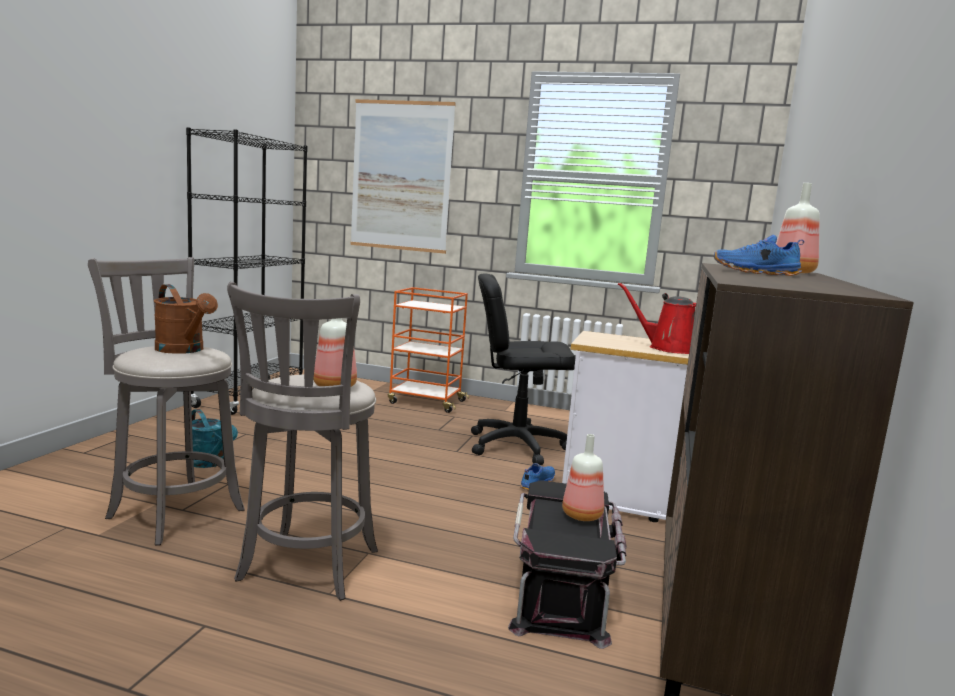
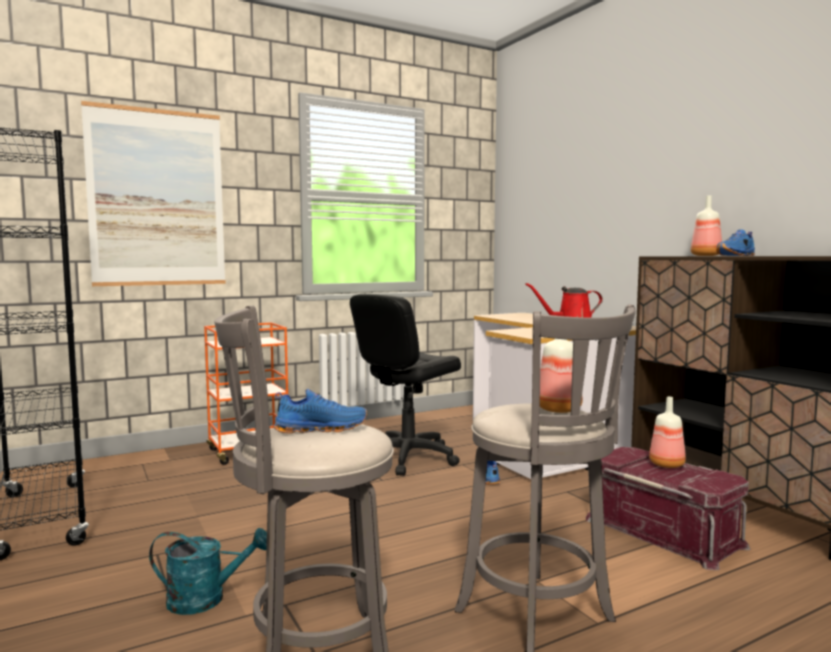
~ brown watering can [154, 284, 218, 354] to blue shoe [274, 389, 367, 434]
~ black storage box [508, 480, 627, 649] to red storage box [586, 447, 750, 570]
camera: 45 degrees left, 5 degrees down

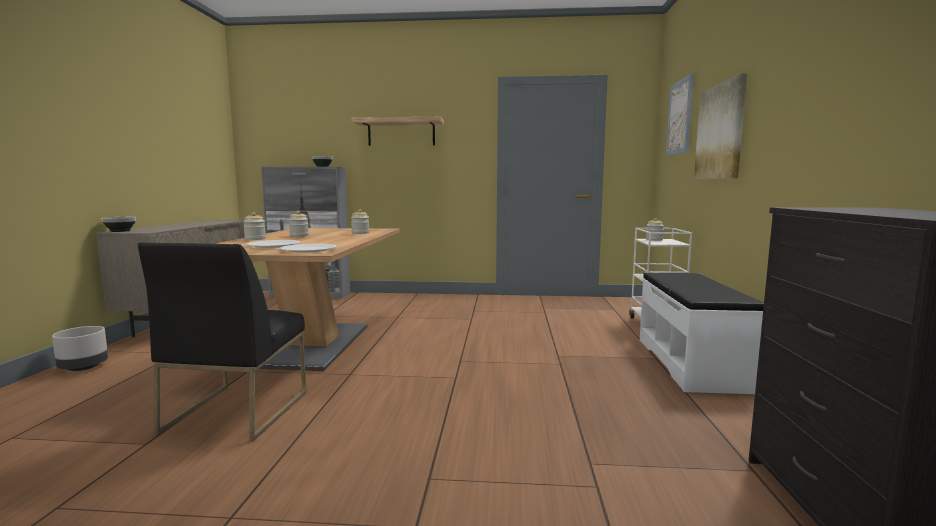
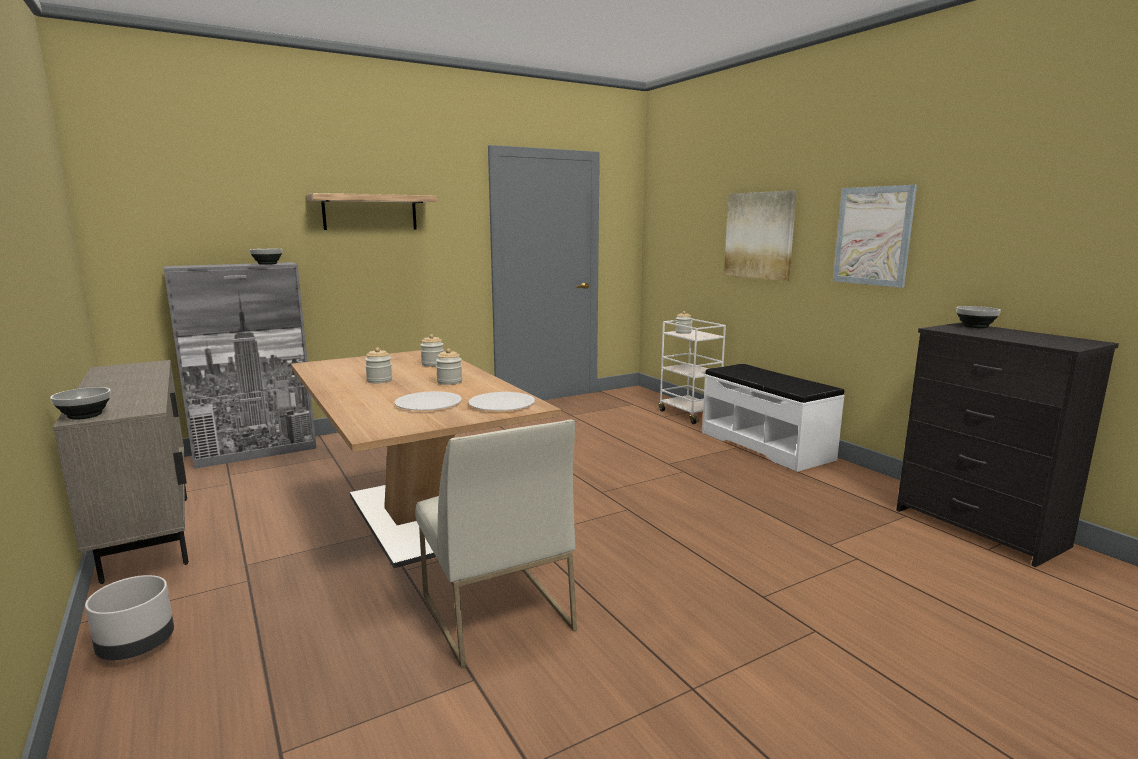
+ bowl [956, 306, 1001, 328]
~ jar [243, 212, 266, 240] to [436, 348, 462, 385]
~ picture [666, 73, 694, 156] to [833, 185, 917, 288]
~ black chair [138, 242, 307, 442] to white chair [415, 419, 577, 668]
camera: 35 degrees left, 5 degrees up

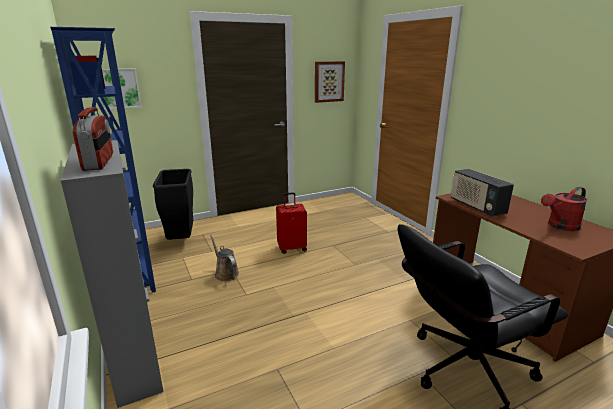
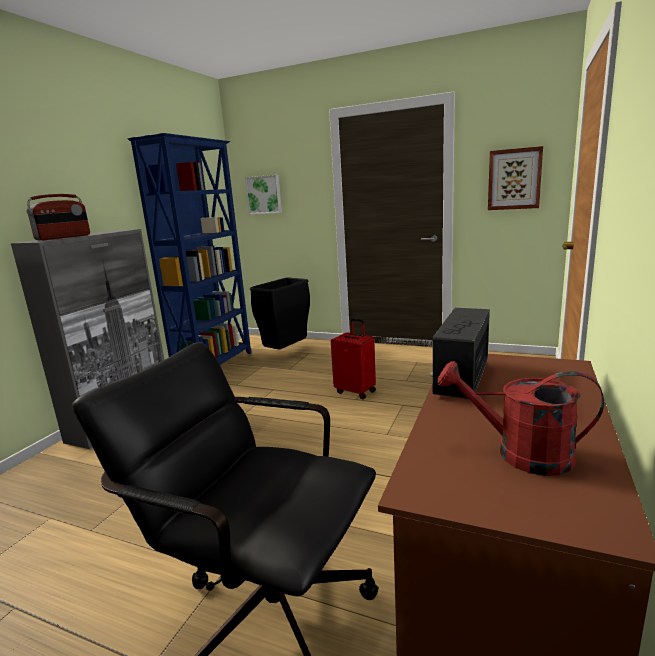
- brown watering can [210, 235, 239, 281]
camera: 50 degrees right, 5 degrees down

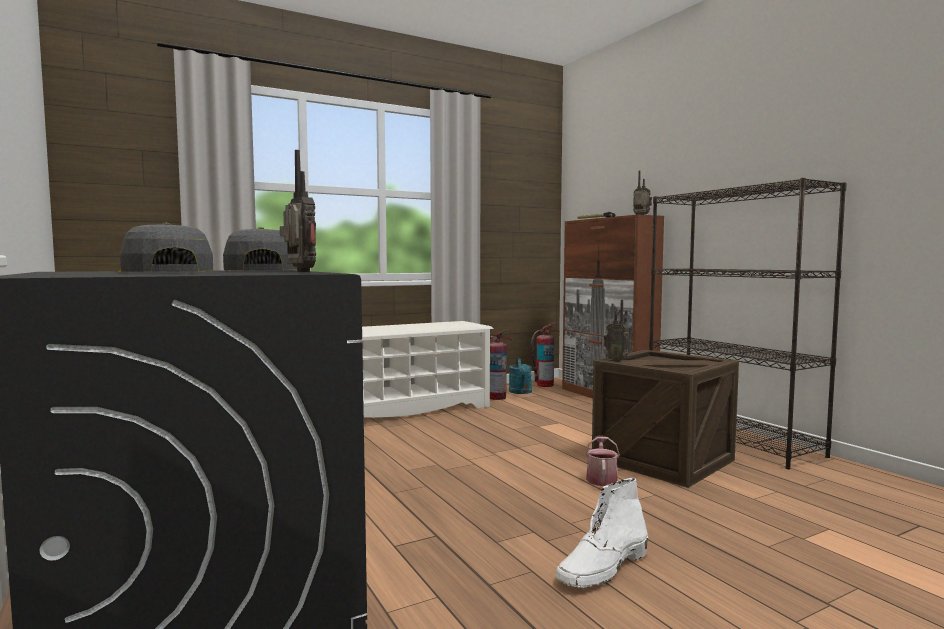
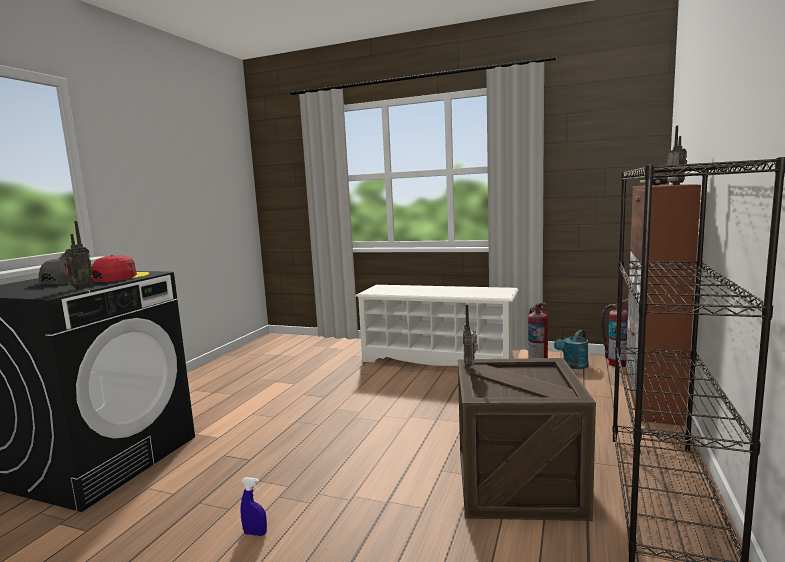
- watering can [585, 435, 620, 486]
~ white boot [555, 478, 648, 588] to blue spray bottle [240, 477, 267, 536]
~ grey cap [223, 227, 297, 271] to red cap [92, 255, 149, 282]
camera: 50 degrees right, 5 degrees up

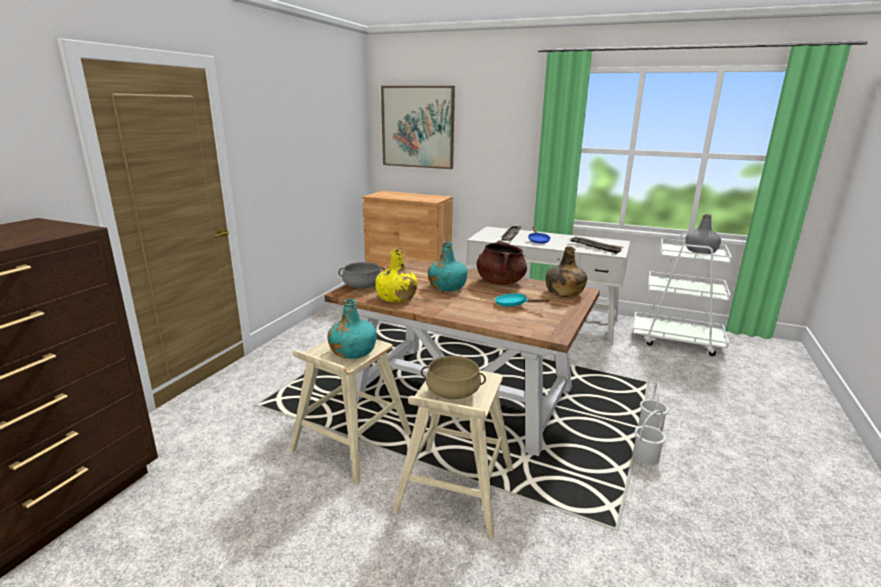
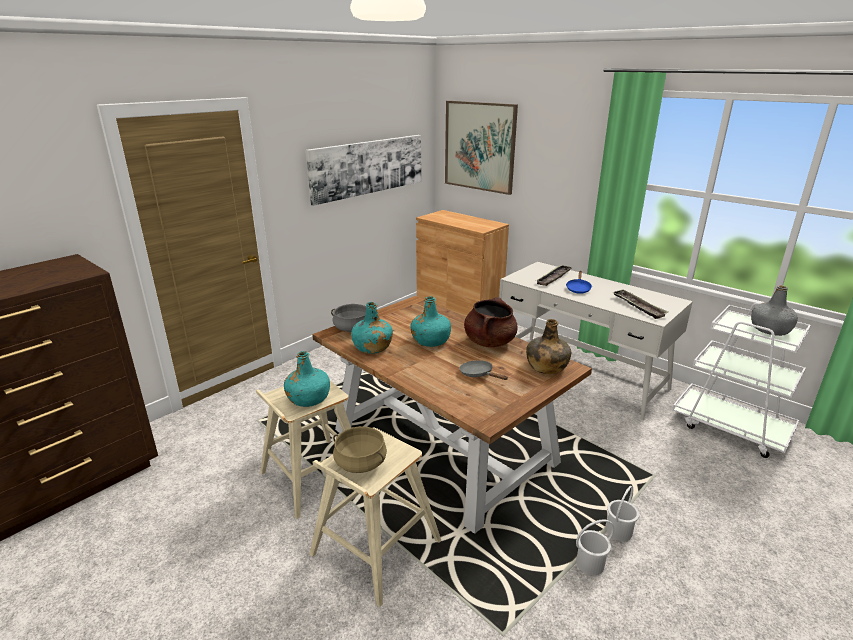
+ picture [306, 135, 421, 206]
~ yellow bottle [375, 249, 418, 302] to turquoise bottle [351, 302, 393, 354]
~ turquoise frying pan [495, 293, 549, 307] to grey frying pan [459, 360, 508, 380]
camera: 20 degrees right, 5 degrees up

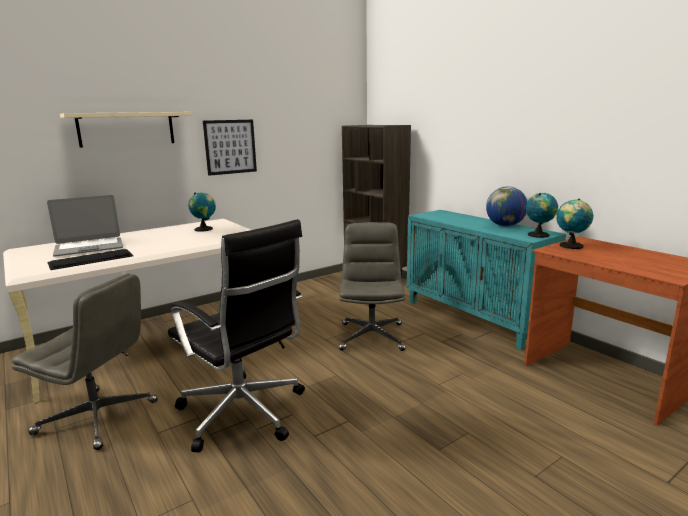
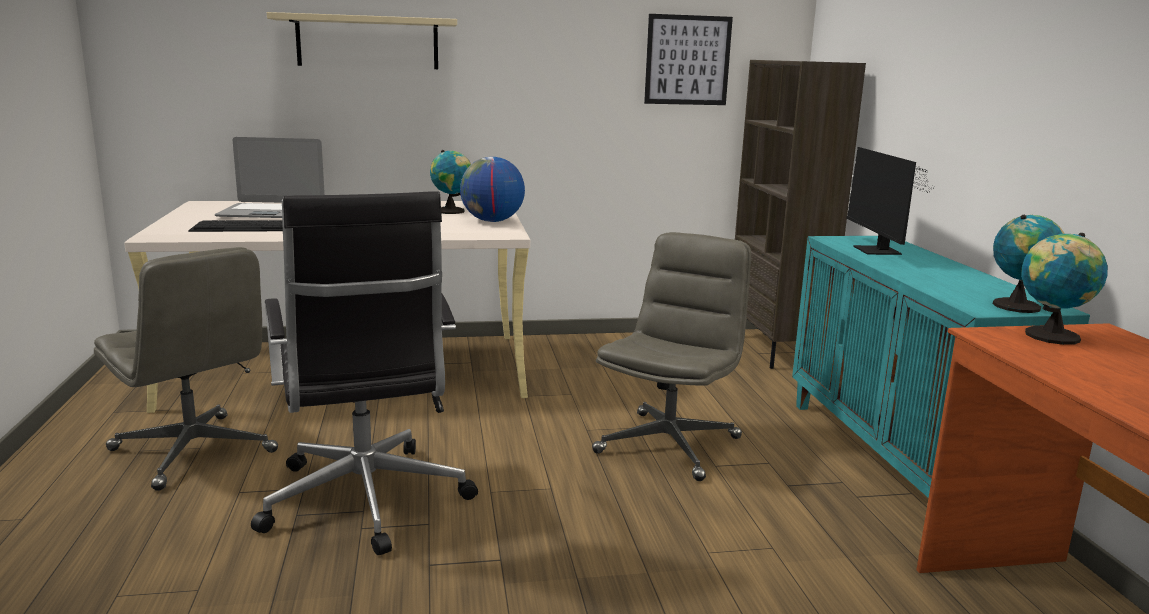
+ monitor [846, 147, 935, 255]
~ picture [203, 120, 257, 176] to [644, 14, 733, 105]
~ globe [486, 186, 527, 226] to [460, 157, 525, 222]
camera: 25 degrees right, 0 degrees up

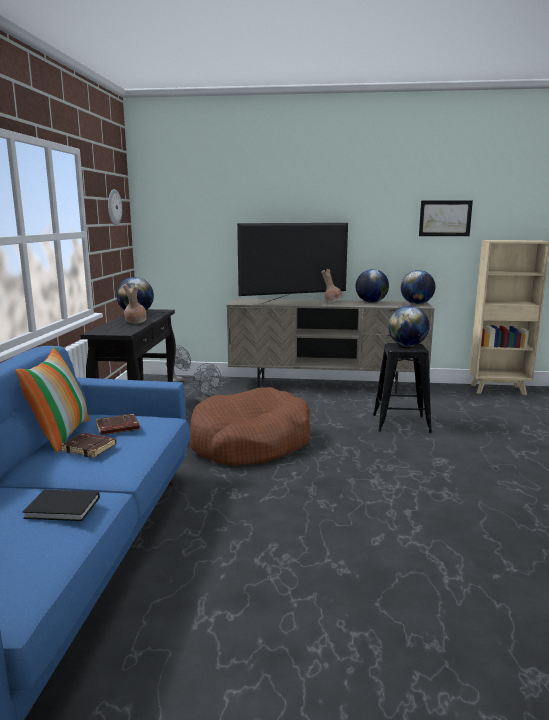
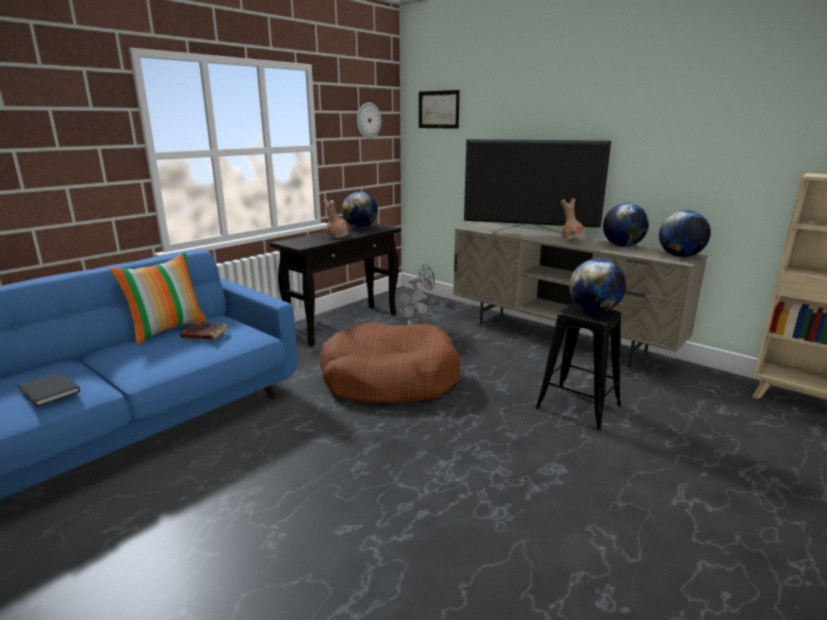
- brown book [60, 433, 116, 458]
~ picture [419, 200, 473, 236] to [419, 90, 460, 129]
camera: 35 degrees right, 5 degrees up

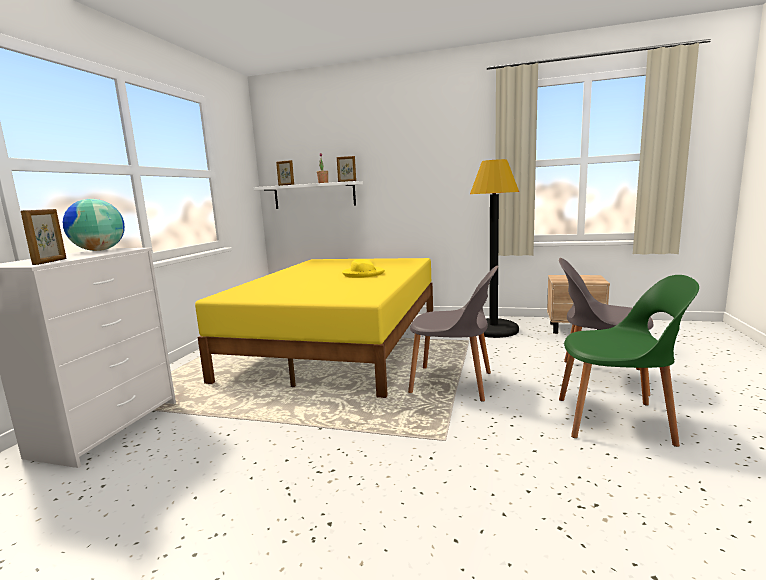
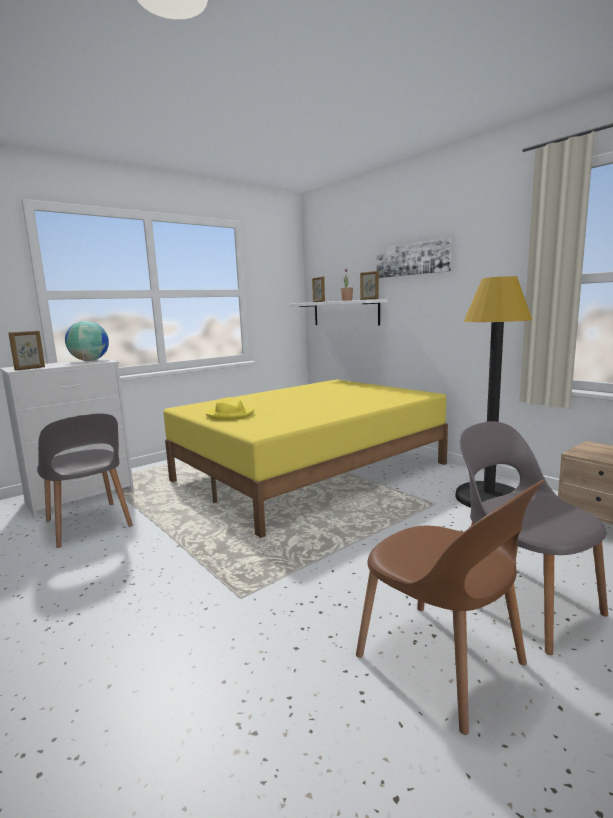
+ picture [376, 238, 452, 278]
~ yellow hat [342, 259, 385, 278] to [205, 397, 254, 420]
~ grey chair [408, 266, 498, 402] to [37, 414, 133, 548]
~ green chair [559, 275, 699, 447] to brown chair [356, 480, 545, 735]
camera: 35 degrees right, 0 degrees up

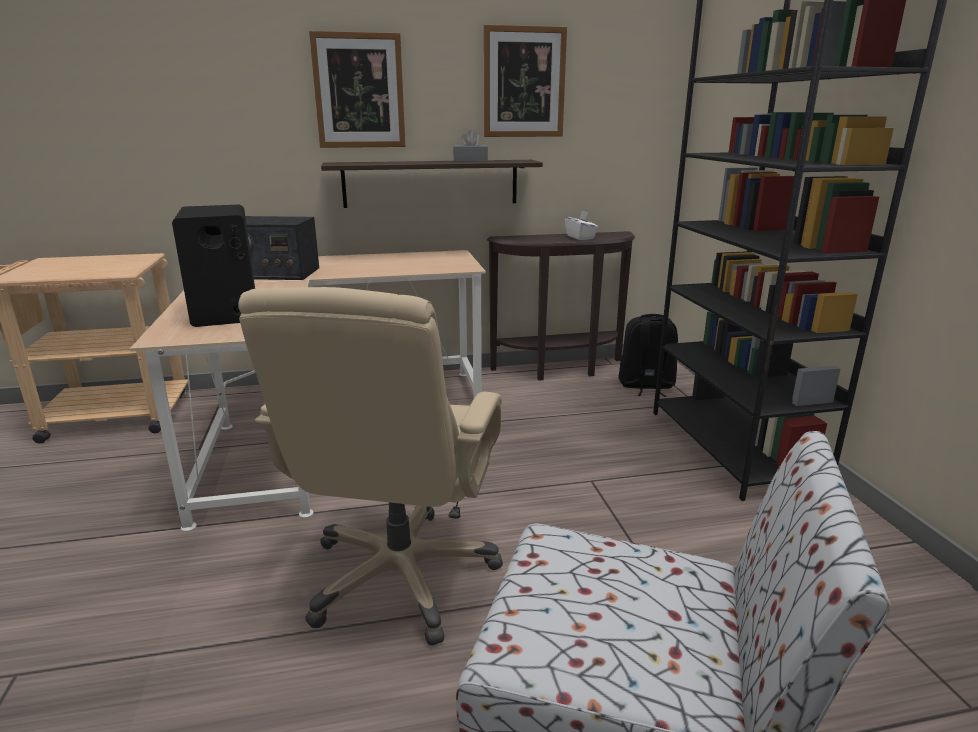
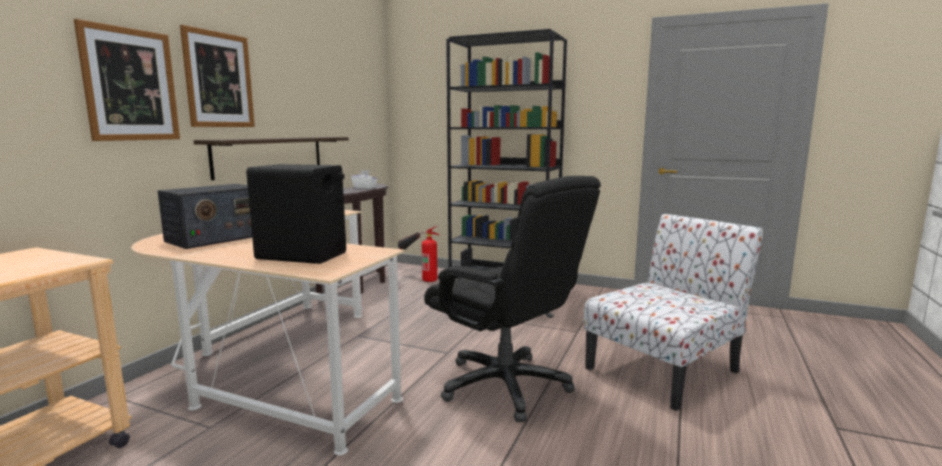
- grey tissue box [453, 130, 488, 162]
~ picture [484, 25, 567, 137] to [74, 19, 180, 141]
~ black backpack [618, 314, 678, 397] to fire extinguisher [398, 226, 439, 282]
~ beige office chair [238, 287, 503, 646] to black office chair [424, 176, 601, 422]
camera: 55 degrees left, 10 degrees down

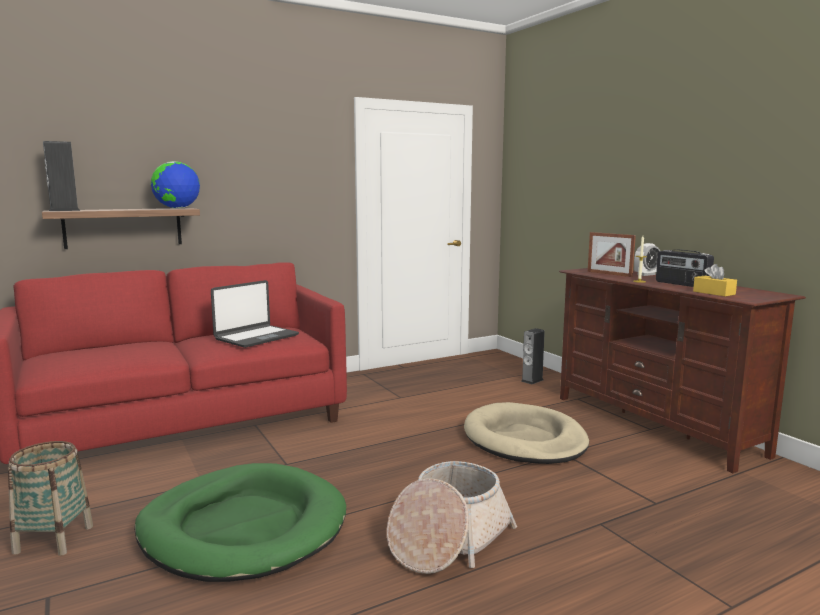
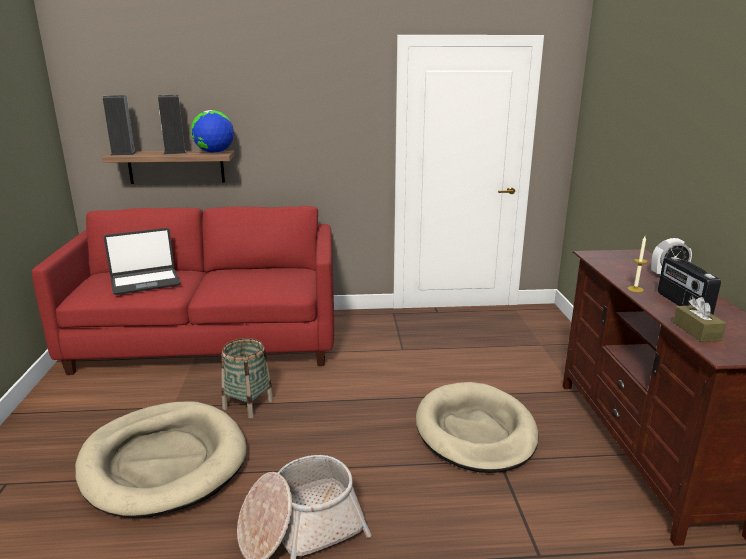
- picture frame [588, 232, 636, 277]
~ basket [8, 441, 93, 556] to [221, 338, 274, 419]
~ laptop [211, 280, 299, 348] to [104, 228, 181, 295]
~ speaker [521, 328, 545, 384] to [158, 95, 187, 155]
~ green dog bed [134, 463, 346, 582] to beige dog bed [75, 401, 246, 518]
~ yellow tissue box [693, 264, 737, 297] to brown tissue box [673, 297, 726, 342]
camera: 25 degrees right, 10 degrees up

